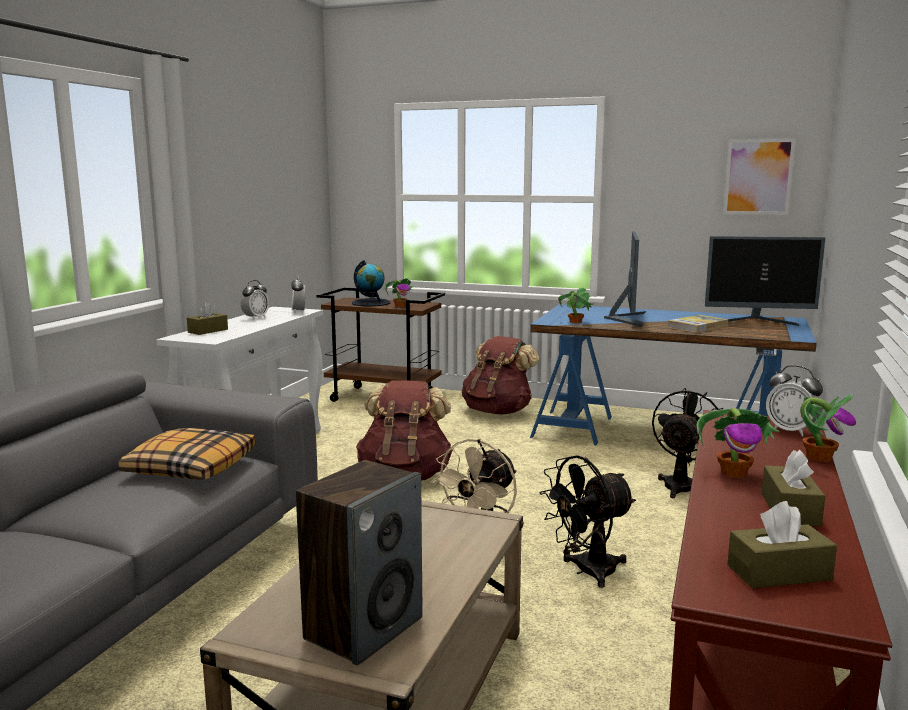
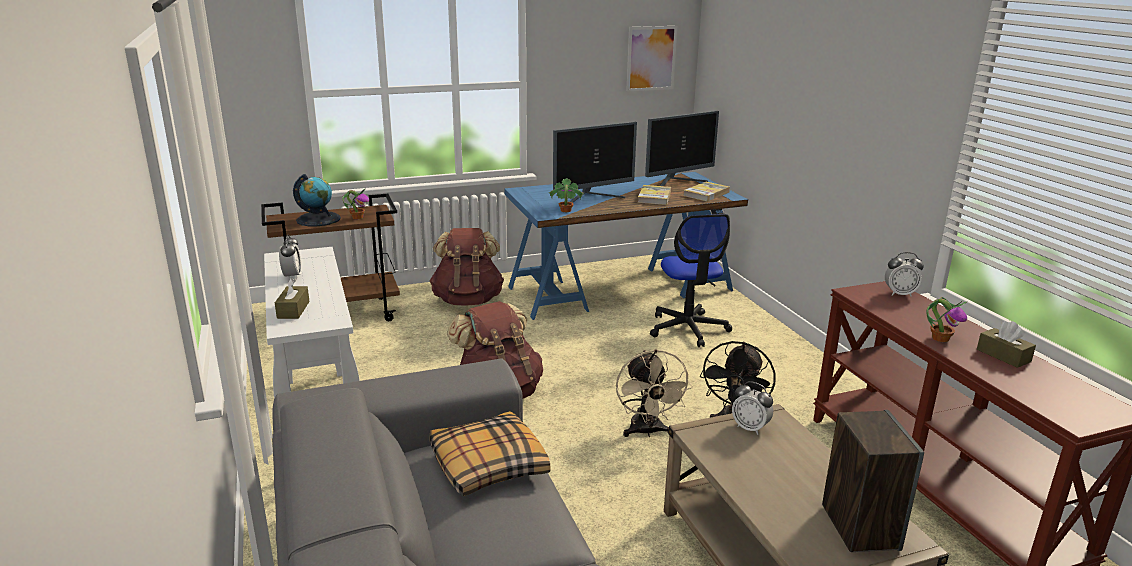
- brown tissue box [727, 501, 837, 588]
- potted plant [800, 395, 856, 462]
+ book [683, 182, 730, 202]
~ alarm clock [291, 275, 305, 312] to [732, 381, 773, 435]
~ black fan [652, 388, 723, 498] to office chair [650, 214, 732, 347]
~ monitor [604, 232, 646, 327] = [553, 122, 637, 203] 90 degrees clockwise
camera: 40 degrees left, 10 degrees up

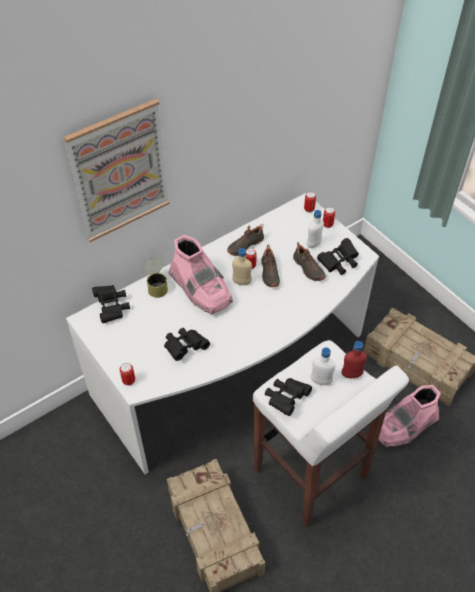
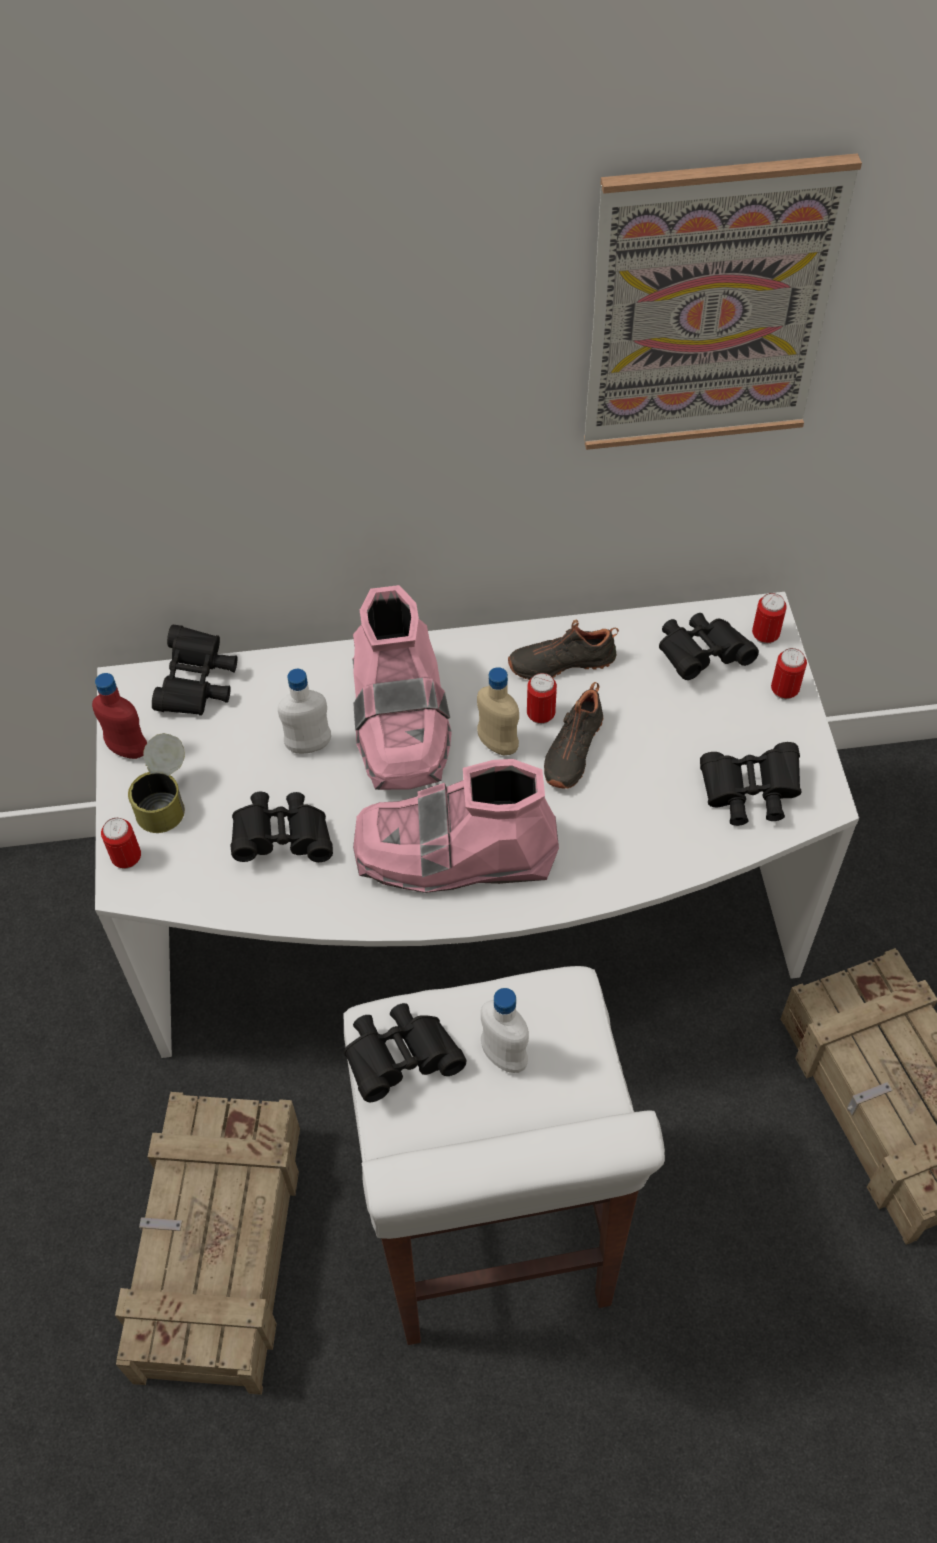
- black shoe [293, 242, 326, 281]
+ black binoculars [659, 613, 759, 680]
~ picture [63, 99, 170, 242] to [584, 153, 862, 450]
~ can [144, 258, 168, 298] to [128, 733, 185, 833]
~ white bottle [307, 210, 324, 248] to [278, 669, 331, 754]
~ red bottle [342, 341, 367, 378] to [92, 673, 147, 759]
~ pink boot [378, 385, 441, 447] to [353, 759, 559, 893]
camera: 30 degrees right, 5 degrees up

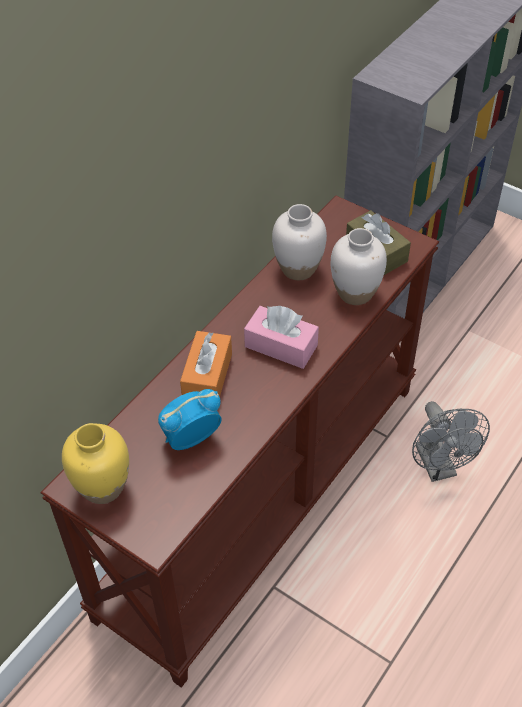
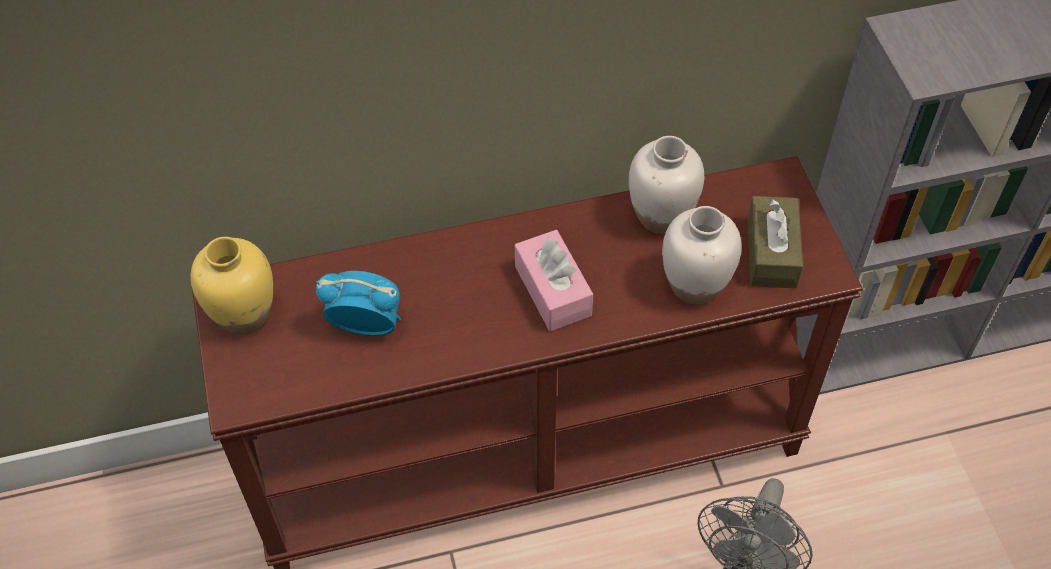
- orange tissue box [180, 331, 232, 397]
camera: 40 degrees right, 5 degrees up

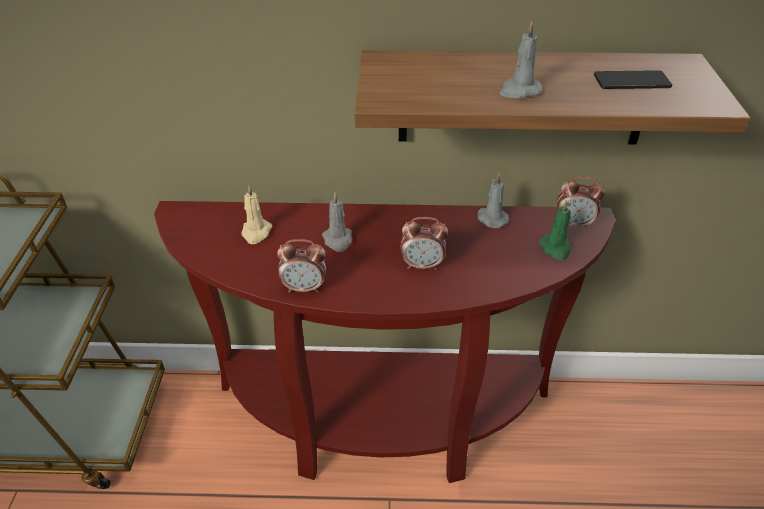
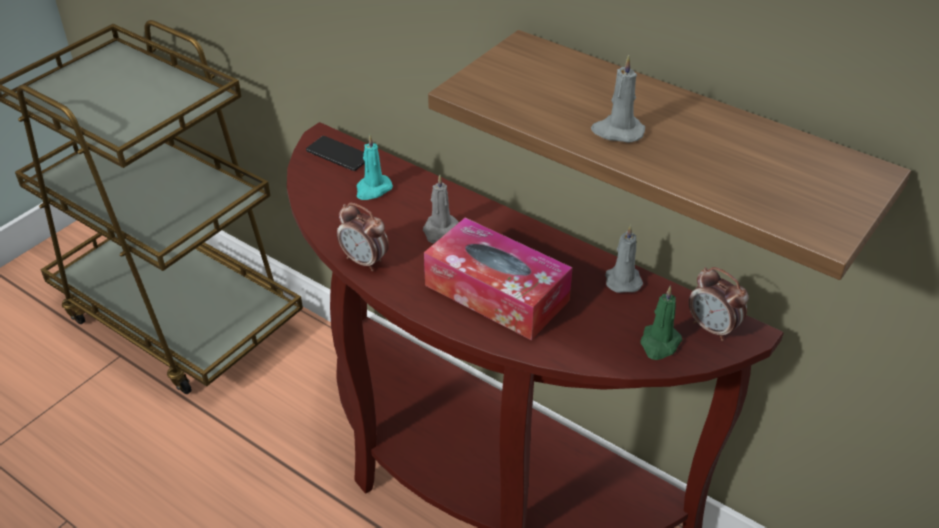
~ phone [594, 70, 672, 89] to [306, 136, 365, 171]
~ alarm clock [401, 217, 448, 270] to tissue box [424, 217, 572, 340]
~ beige candle [242, 185, 272, 244] to turquoise candle [356, 135, 393, 200]
camera: 35 degrees right, 0 degrees up

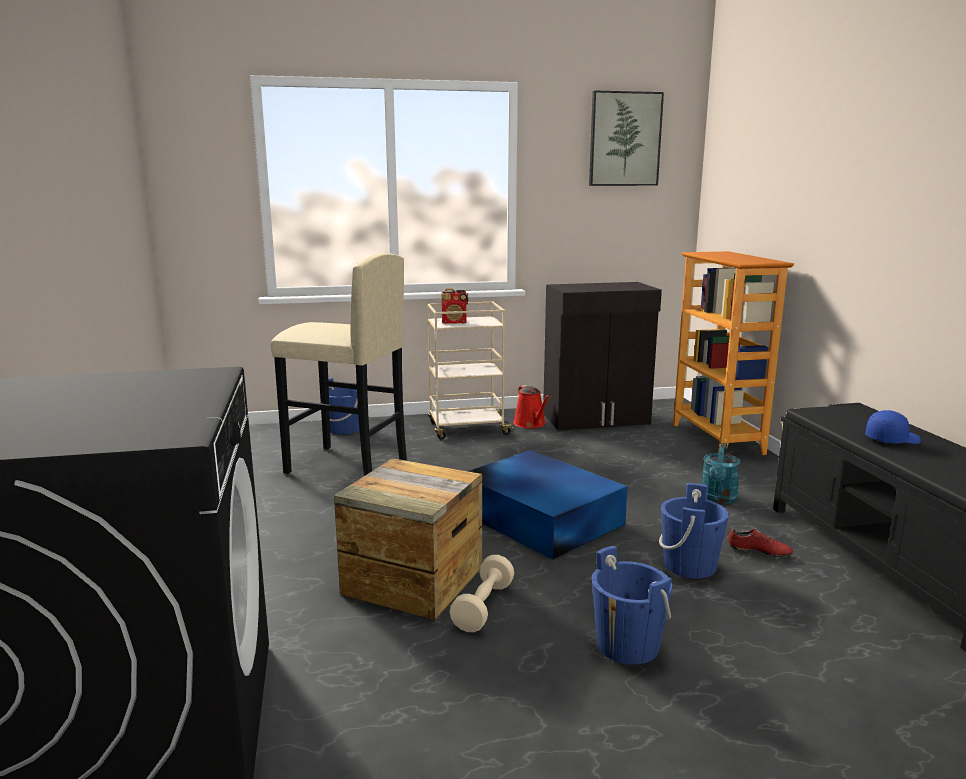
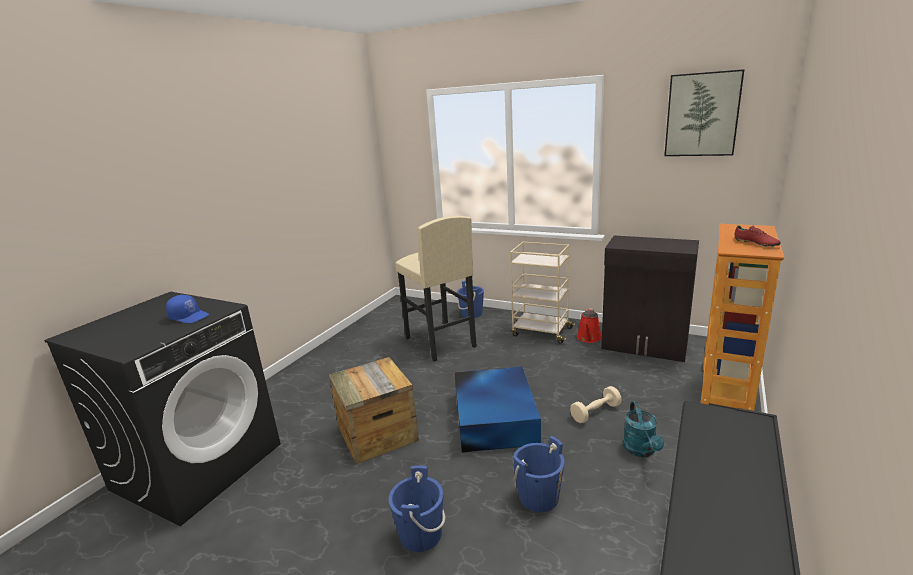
- radio [441, 288, 468, 324]
~ beige dumbbell [449, 555, 514, 632] to [570, 386, 622, 423]
~ red shoe [729, 528, 793, 558] to [735, 225, 781, 247]
~ blue cap [865, 410, 921, 444] to [166, 295, 209, 323]
~ turquoise watering can [702, 443, 741, 504] = [623, 401, 664, 457] 60 degrees counterclockwise
camera: 40 degrees right, 5 degrees up

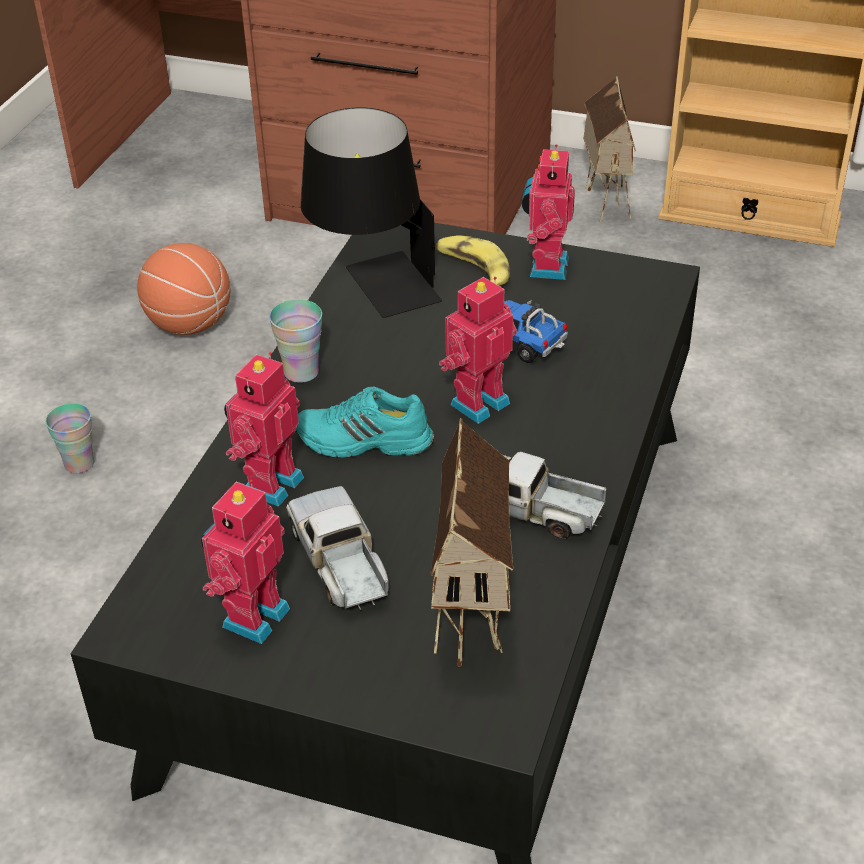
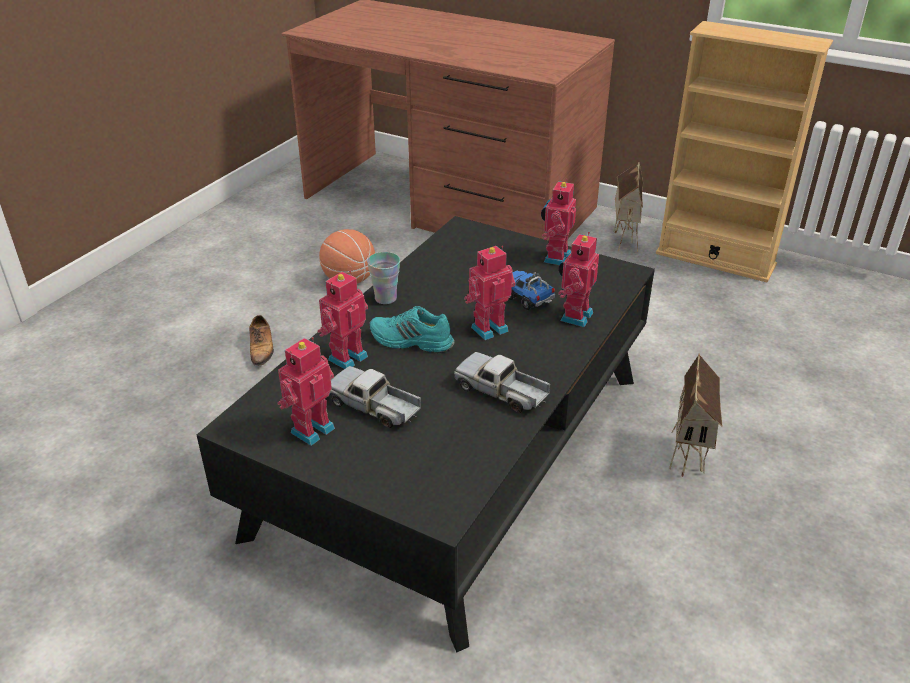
- black table lamp [301, 107, 442, 318]
- banana [435, 235, 510, 286]
+ toy robot [558, 232, 599, 327]
~ toy house [430, 418, 513, 667] to [669, 353, 722, 477]
~ cup [46, 403, 95, 474] to shoe [249, 315, 274, 366]
~ toy truck [286, 486, 389, 611] = [329, 366, 421, 428] 45 degrees counterclockwise
camera: 10 degrees right, 5 degrees down

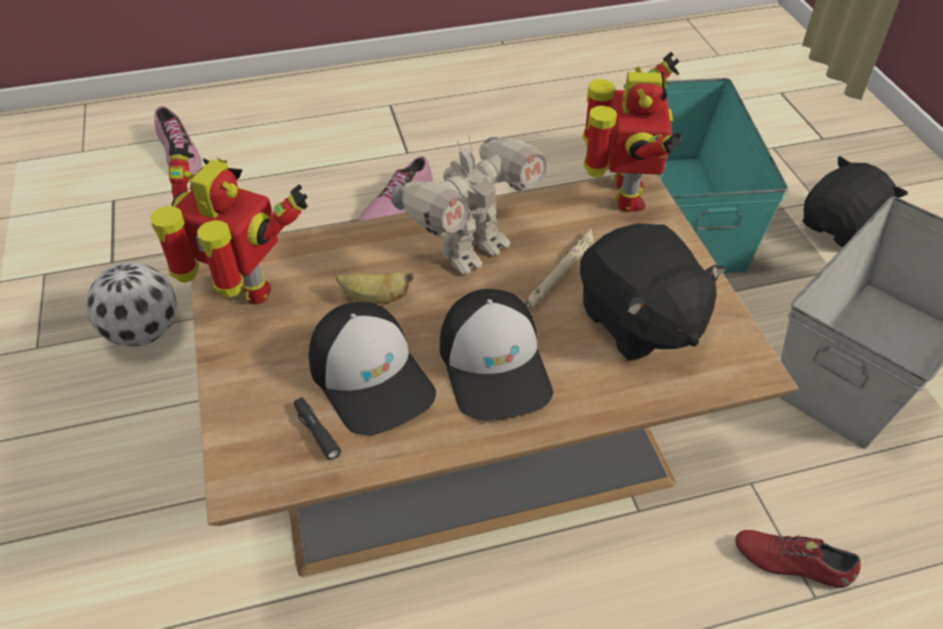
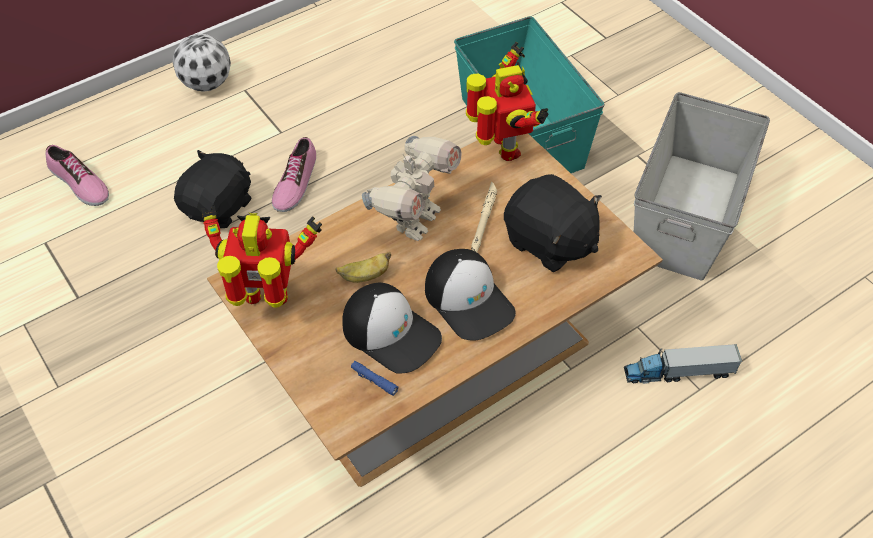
~ football [87, 262, 177, 347] to [173, 34, 231, 92]
~ black plush toy [802, 156, 908, 247] to [174, 150, 251, 228]
~ red shoe [735, 530, 861, 588] to toy truck [624, 344, 742, 384]
~ black flashlight [294, 397, 341, 460] to blue flashlight [351, 361, 399, 396]
camera: 20 degrees left, 5 degrees up

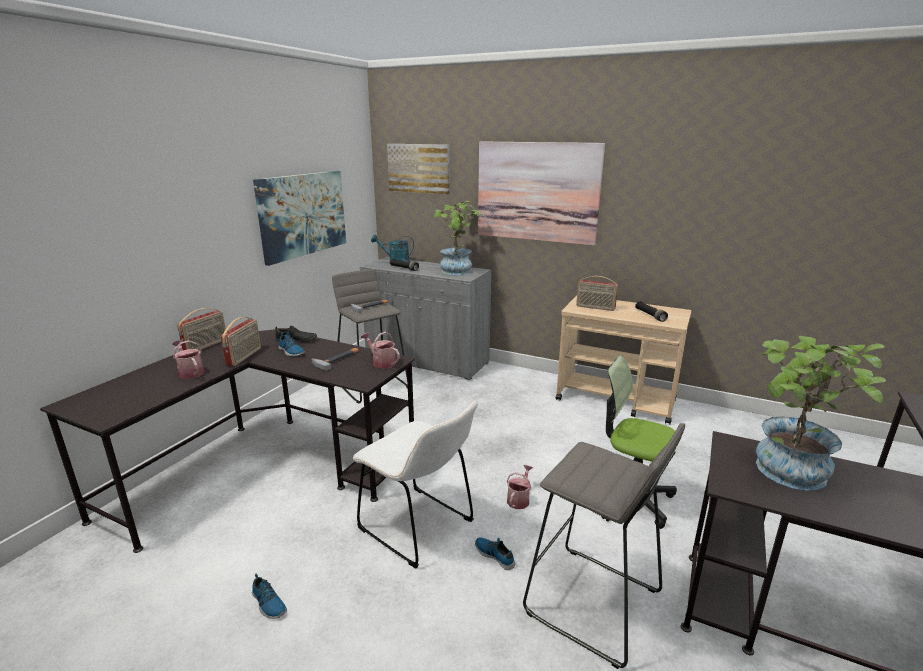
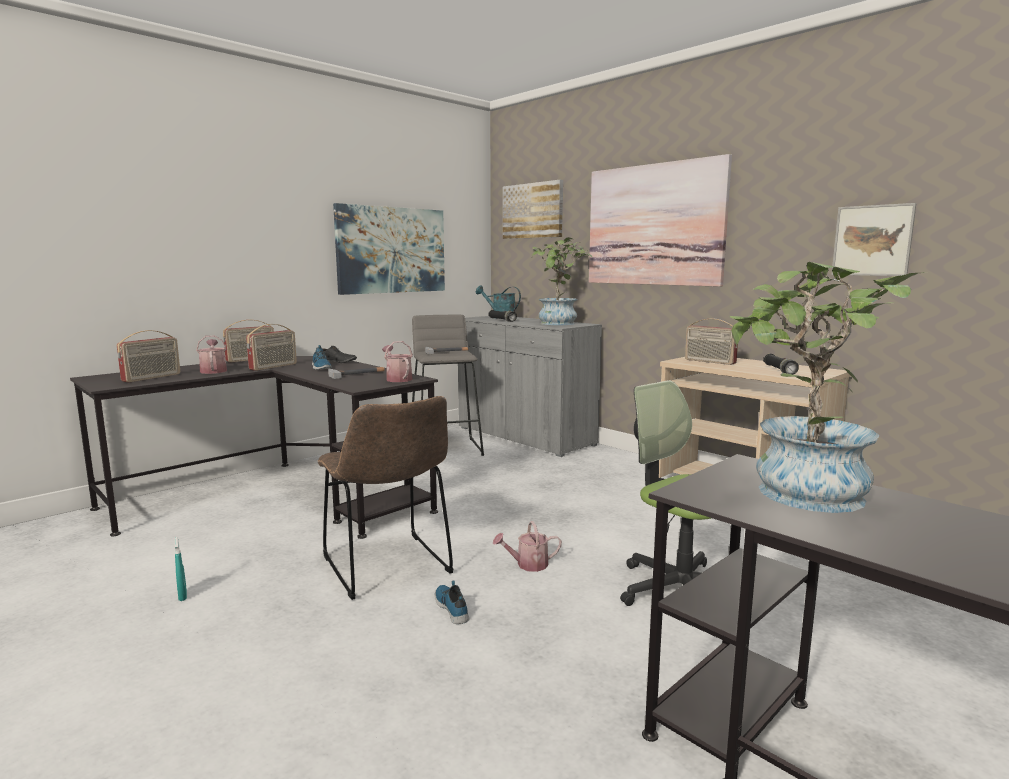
- grey stool [523, 423, 685, 669]
+ radio [117, 330, 180, 382]
+ picture [831, 203, 916, 276]
~ shoe [252, 573, 287, 619] to turquoise spray bottle [175, 537, 187, 601]
~ white chair [353, 401, 478, 568] to brown chair [318, 396, 454, 600]
~ watering can [506, 465, 533, 509] = [493, 521, 562, 572] 150 degrees counterclockwise
camera: 20 degrees right, 10 degrees down

